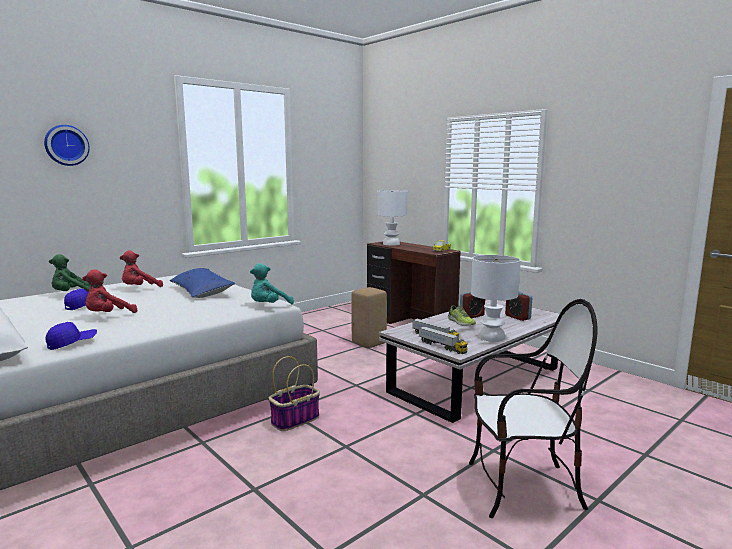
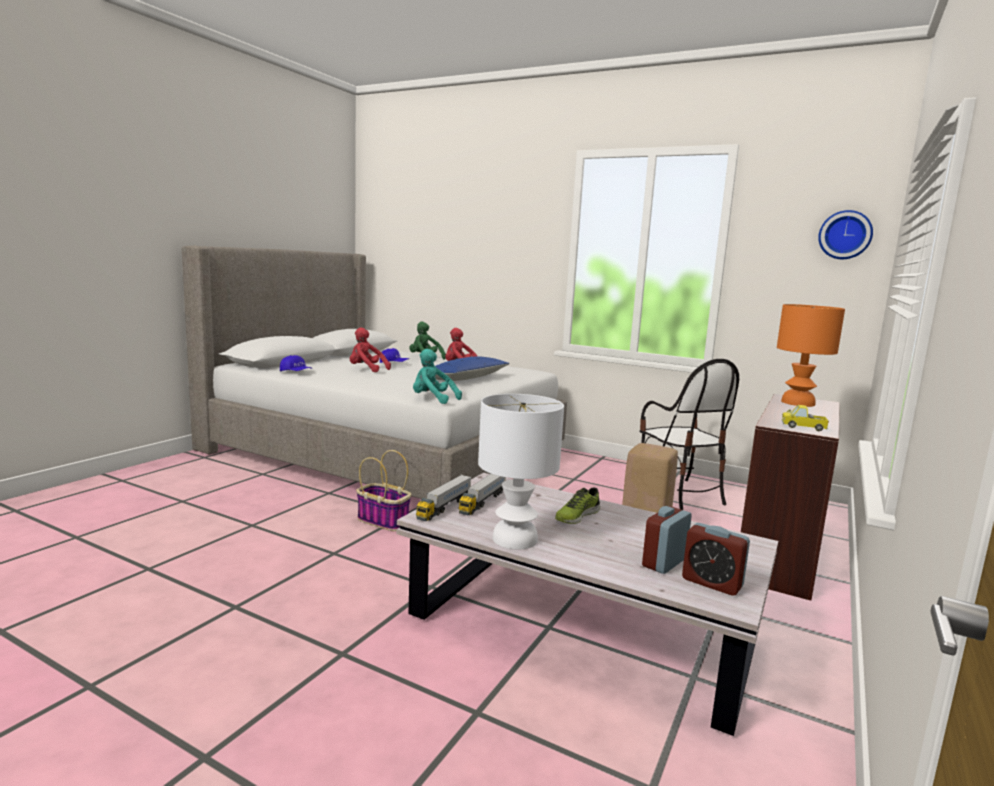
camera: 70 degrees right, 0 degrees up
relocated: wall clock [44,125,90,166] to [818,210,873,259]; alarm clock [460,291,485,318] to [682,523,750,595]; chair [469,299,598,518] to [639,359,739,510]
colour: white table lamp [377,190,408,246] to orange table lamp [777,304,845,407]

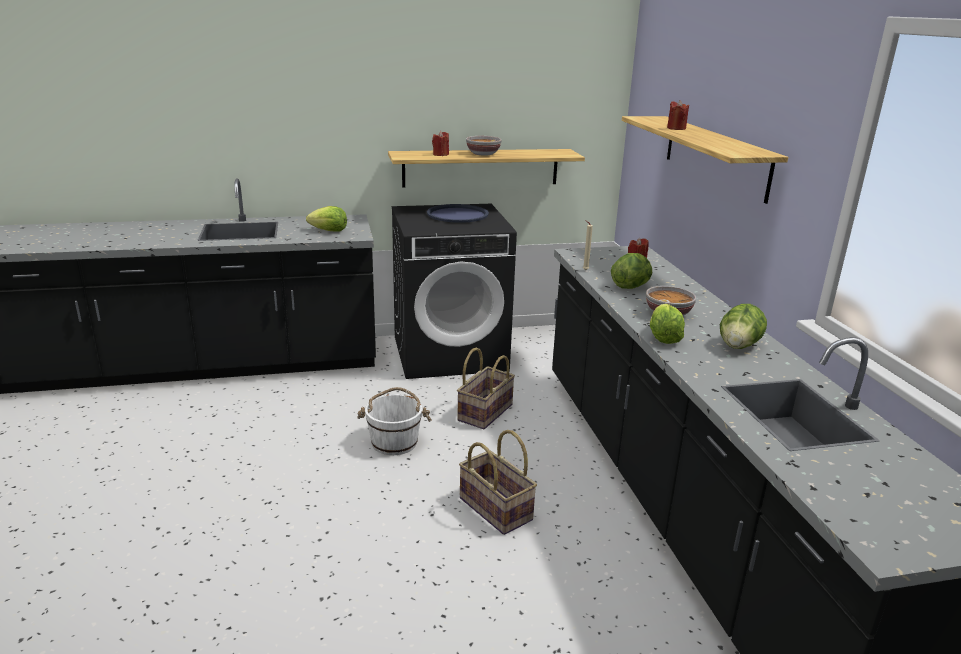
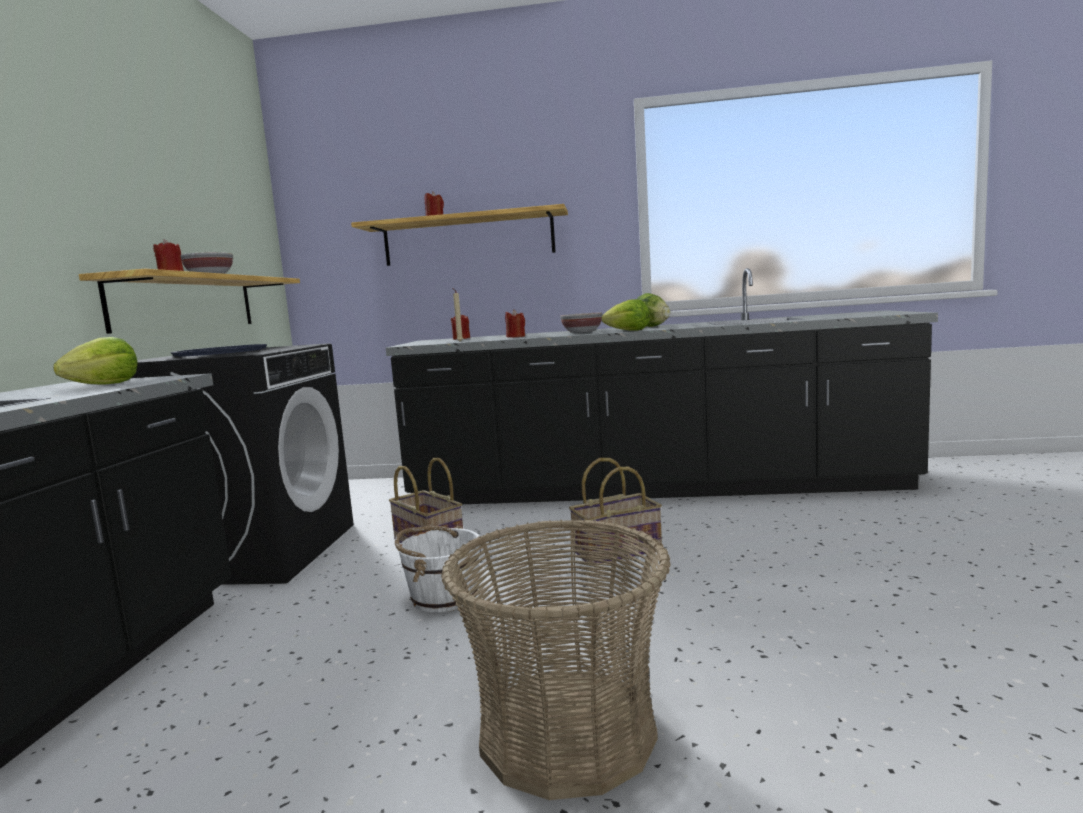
camera: 70 degrees left, 15 degrees down
appeared: basket [441,519,670,800]
exchanged: lettuce [611,253,652,289] to red candle [505,309,525,337]

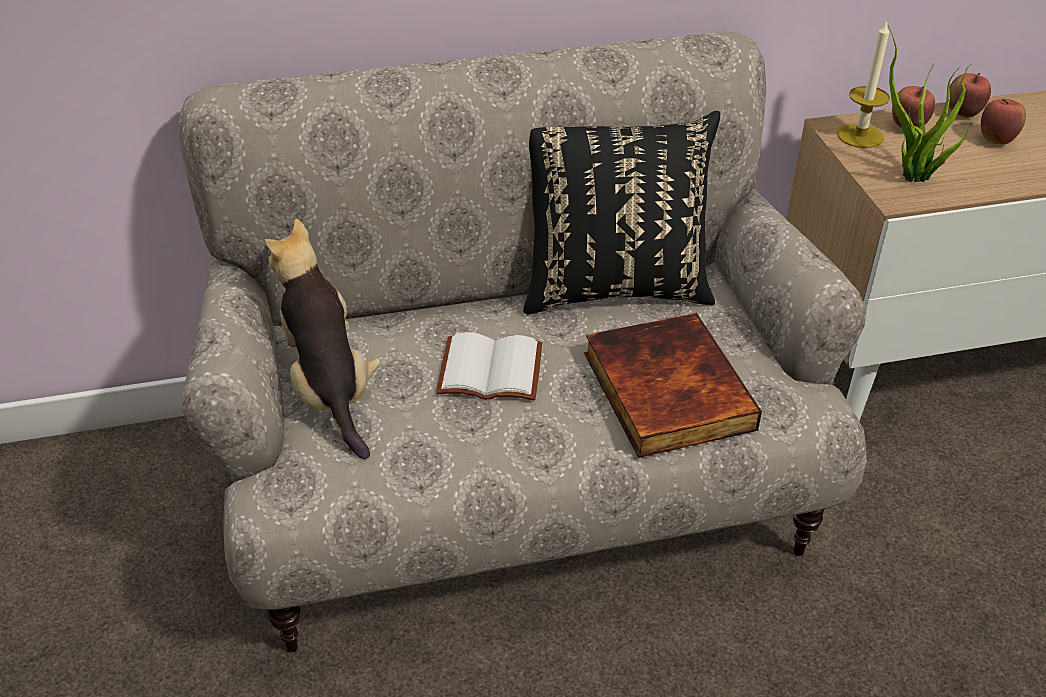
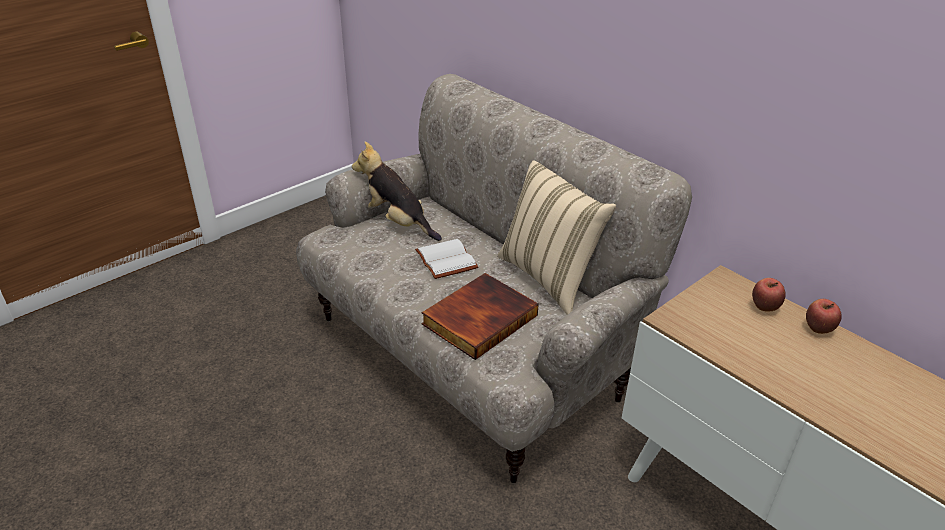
camera: 60 degrees right, 5 degrees down
missing: candle [837,20,890,148]; potted plant [888,25,972,182]; apple [981,98,1026,144]
colour: black pillow [523,111,720,315] to beige pillow [498,160,616,315]
spun: plush toy [265,219,381,459] = [352,142,442,241] 90 degrees counterclockwise

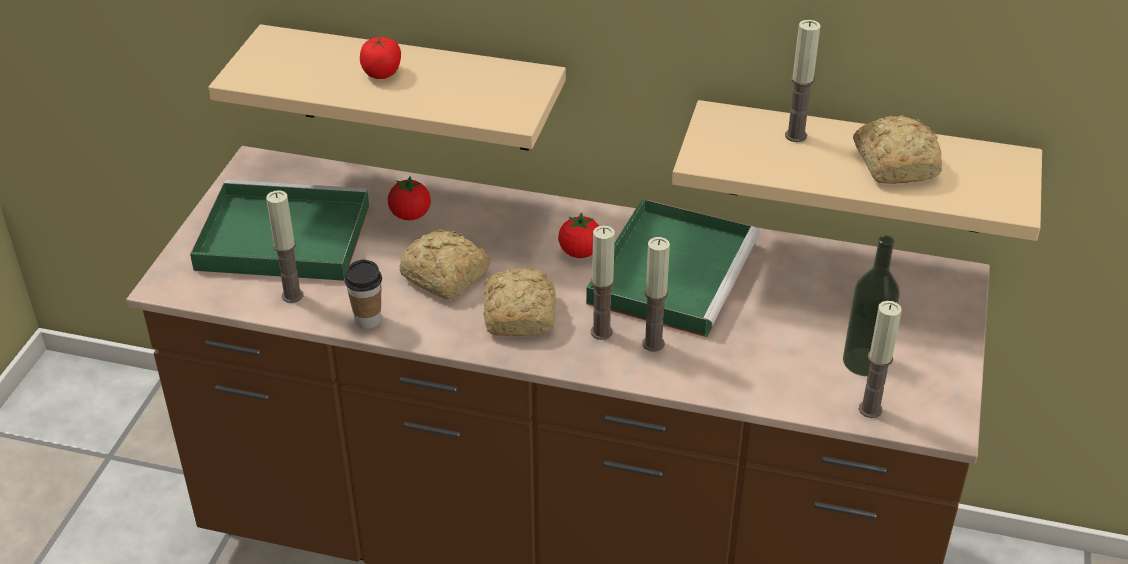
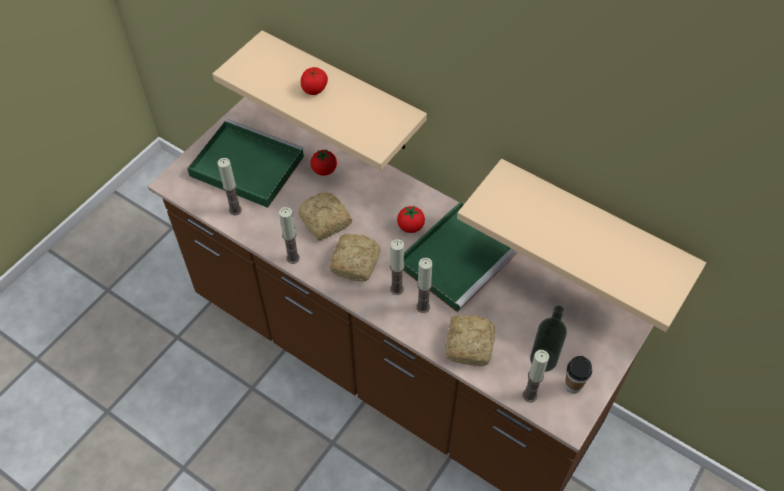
camera: 20 degrees right, 15 degrees up
relocated: candle [785,20,821,142] to [279,207,300,264]; bread [853,115,942,184] to [445,315,495,366]; cup [345,259,382,329] to [565,356,592,394]

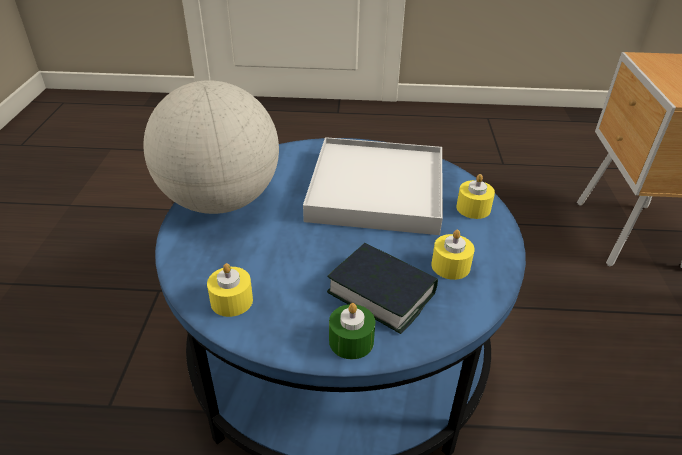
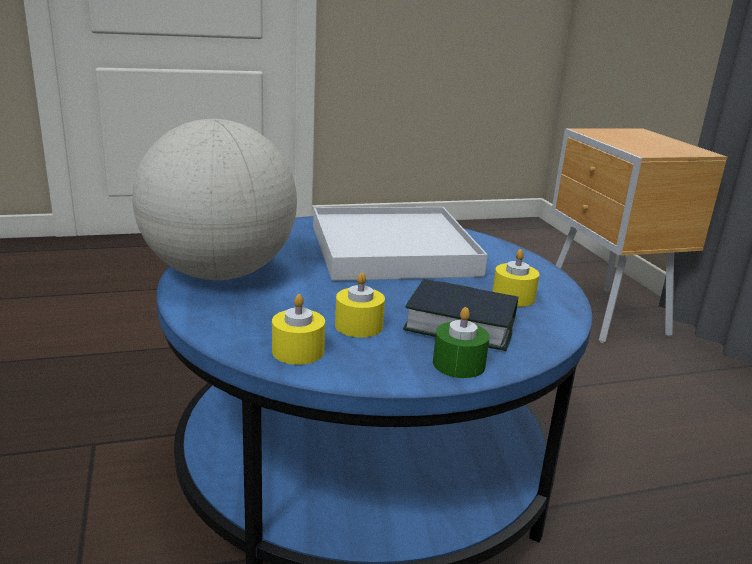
camera: 20 degrees left, 15 degrees down
relocated: yellow candle [456,174,495,219] to [335,273,385,337]

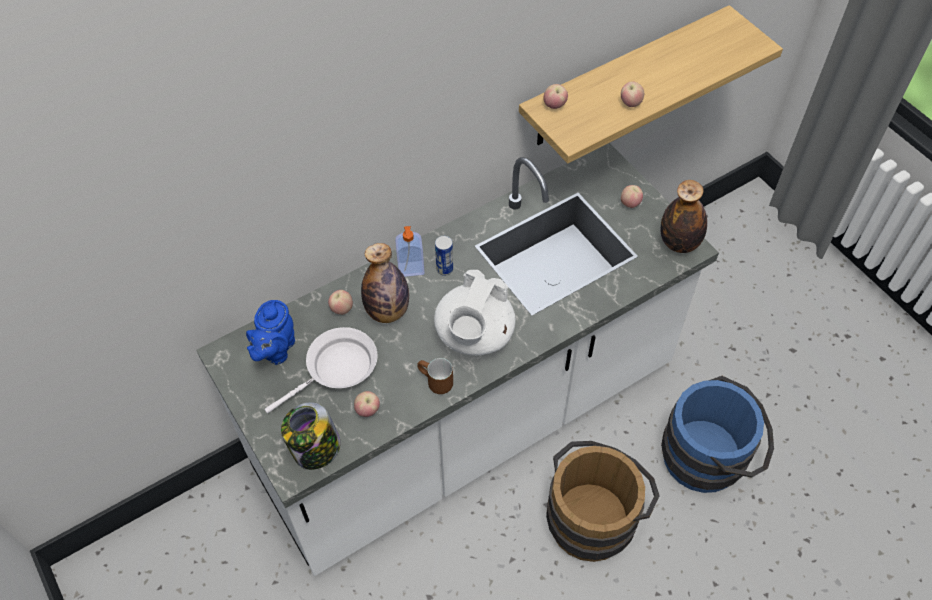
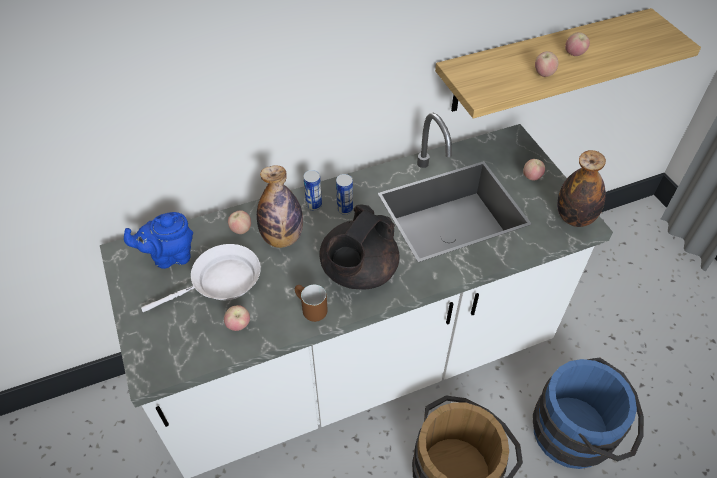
camera: 10 degrees right, 5 degrees down
missing: jar [281,402,341,470]
relocated: apple [543,84,568,109] to [565,32,590,56]
exchanged: soap dispenser [395,226,425,277] to can [303,170,322,211]
colour: white teapot [434,270,516,356] to black teapot [319,204,400,290]
spun: blue teapot [246,300,295,365] = [124,212,193,269] 45 degrees clockwise

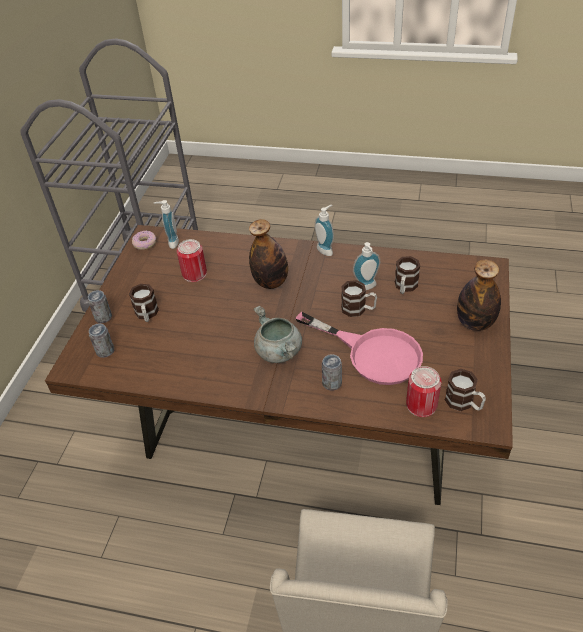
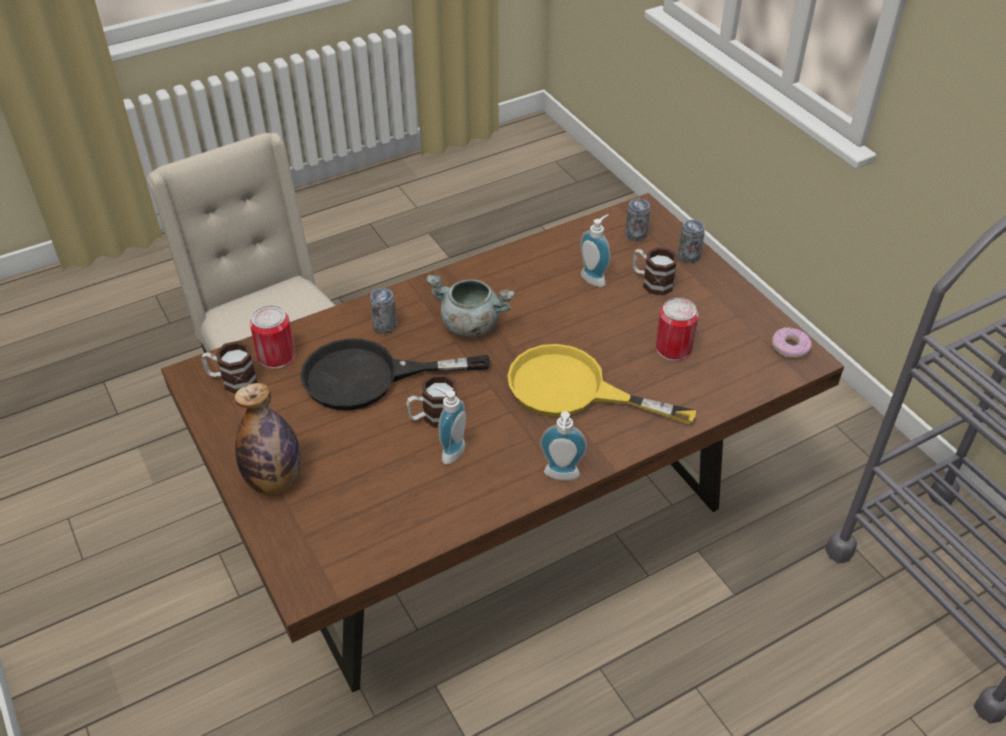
camera: 135 degrees right, 0 degrees up
missing: mug [395,256,420,294]
relocated: soap dispenser [154,200,179,249] to [580,214,611,287]
exchanged: bottle [249,219,288,289] to yellow frying pan [507,344,696,425]
colour: pink frying pan [295,312,423,385] to black frying pan [300,338,490,410]

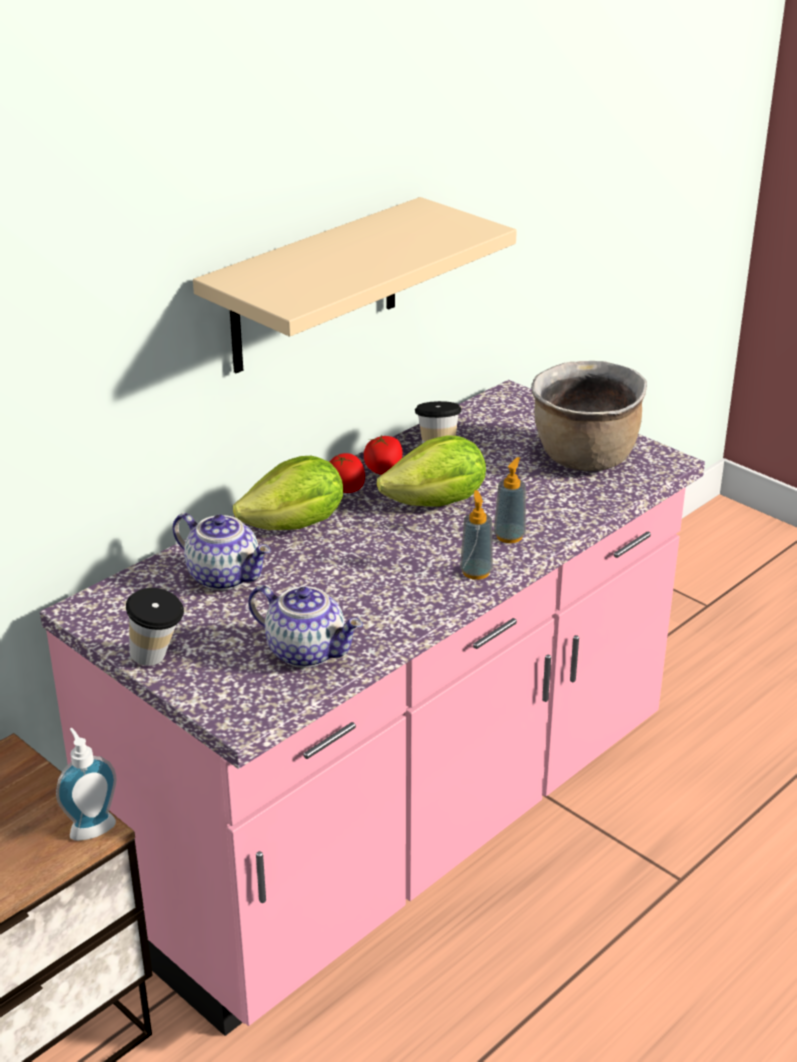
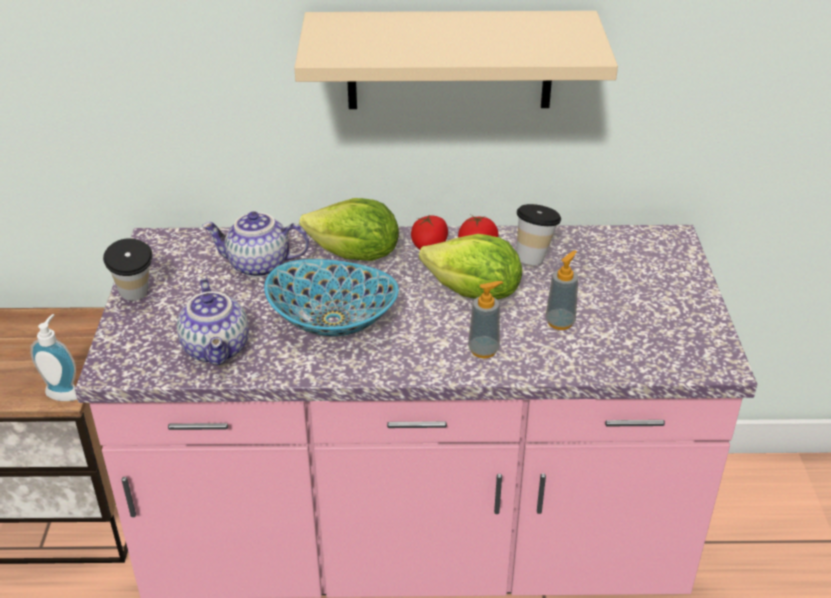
camera: 45 degrees right, 5 degrees up
missing: brown cooking pot [531,361,647,471]
appeared: bowl [264,259,399,336]
relocated: soap dispenser [460,490,493,580] to [546,250,578,330]
spun: teapot [172,513,271,591] = [202,211,309,278] 105 degrees clockwise

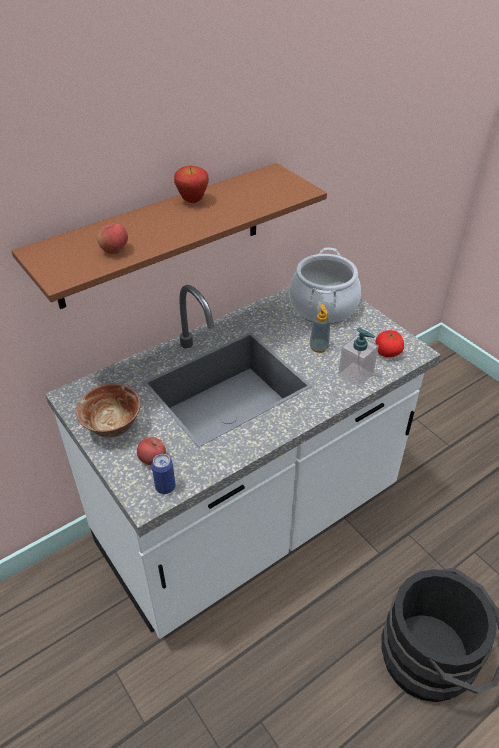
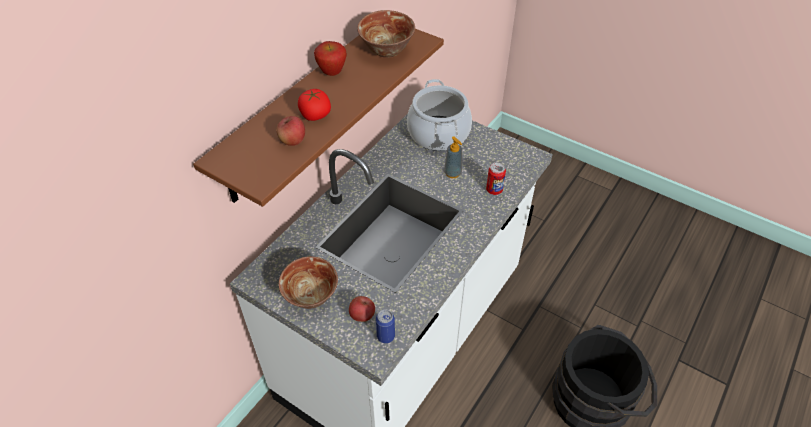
camera: 20 degrees left, 5 degrees up
appeared: bowl [357,10,415,58]
relocated: tomato [375,330,404,357] to [298,89,331,121]
exchanged: soap dispenser [338,327,379,387] to can [486,163,506,195]

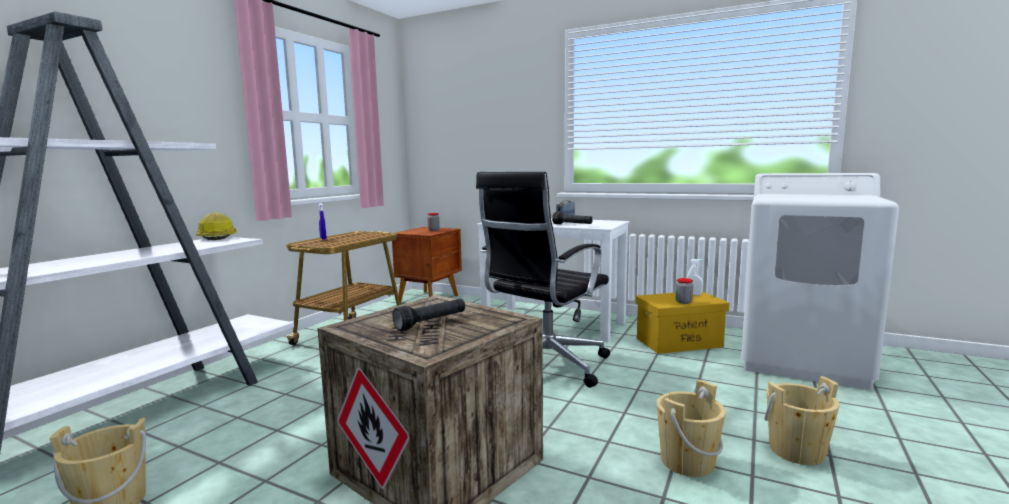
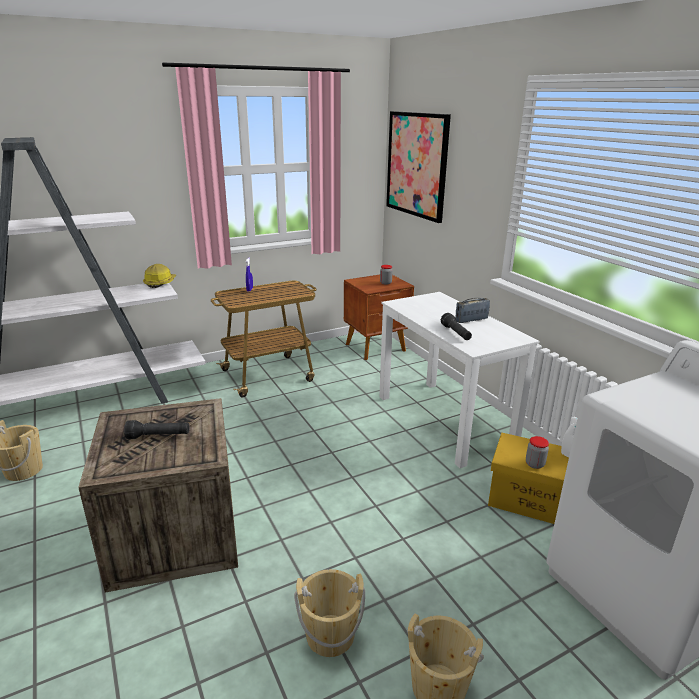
camera: 35 degrees right, 15 degrees up
missing: black office chair [476,172,610,388]
appeared: picture [386,111,451,223]

